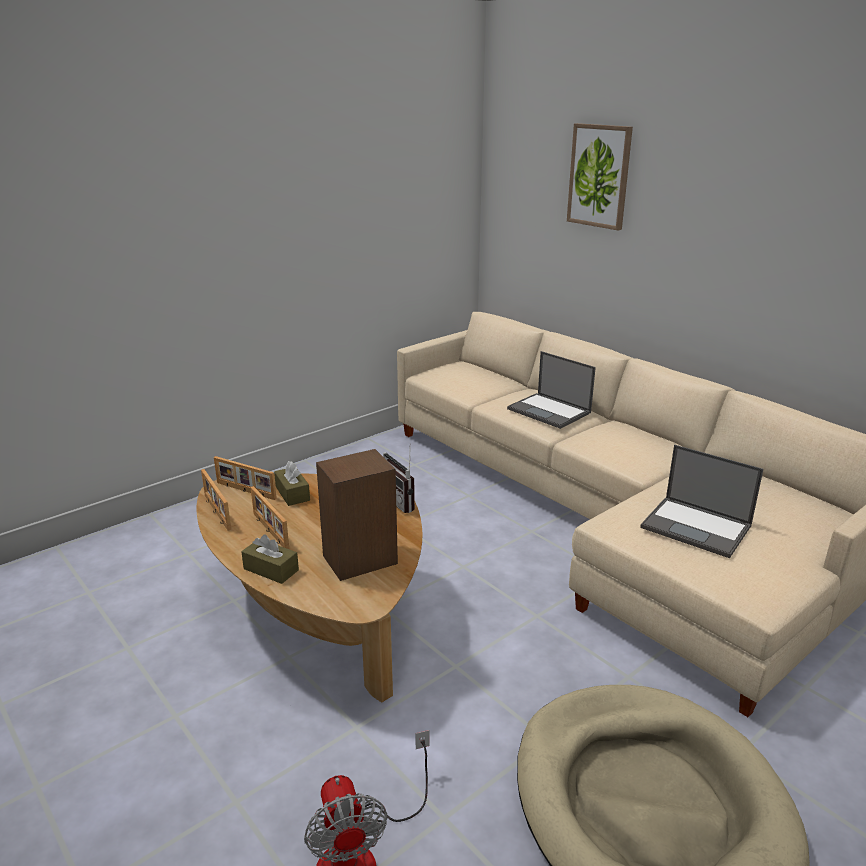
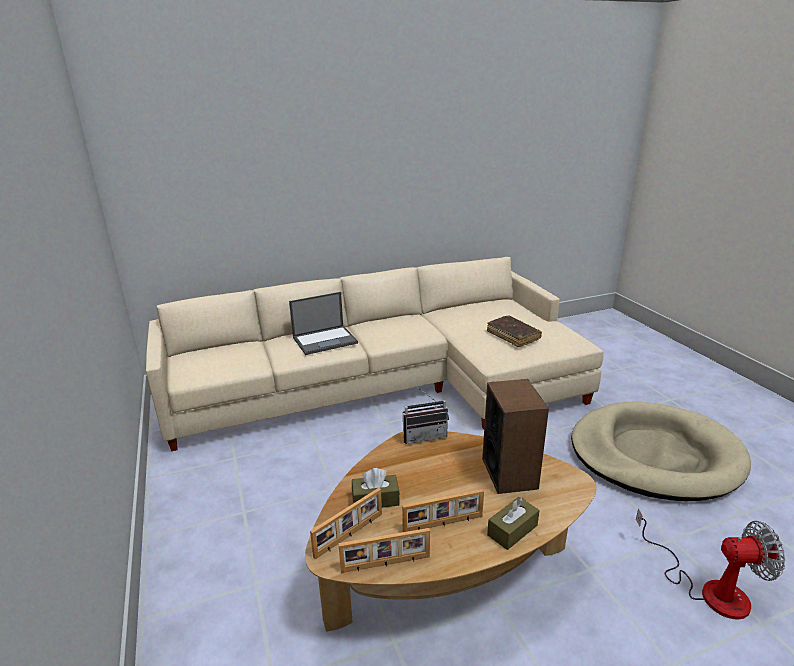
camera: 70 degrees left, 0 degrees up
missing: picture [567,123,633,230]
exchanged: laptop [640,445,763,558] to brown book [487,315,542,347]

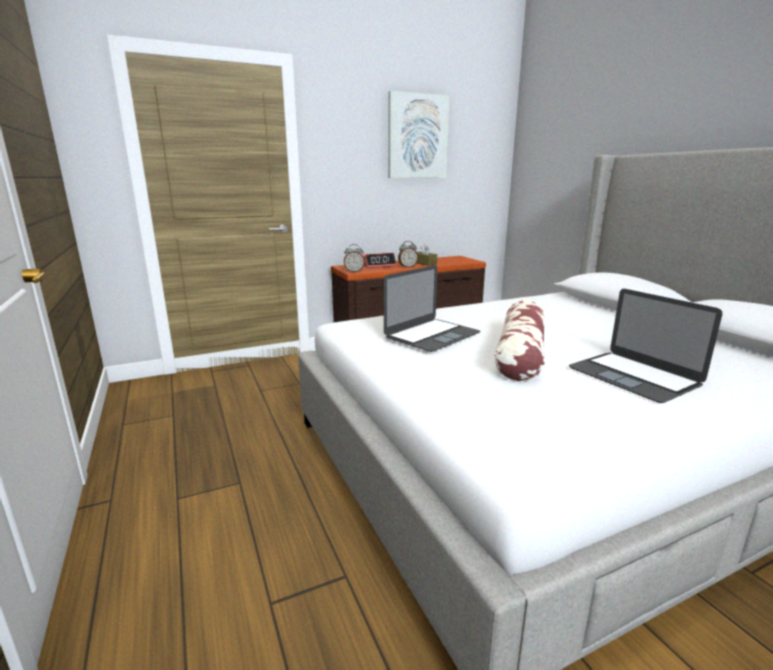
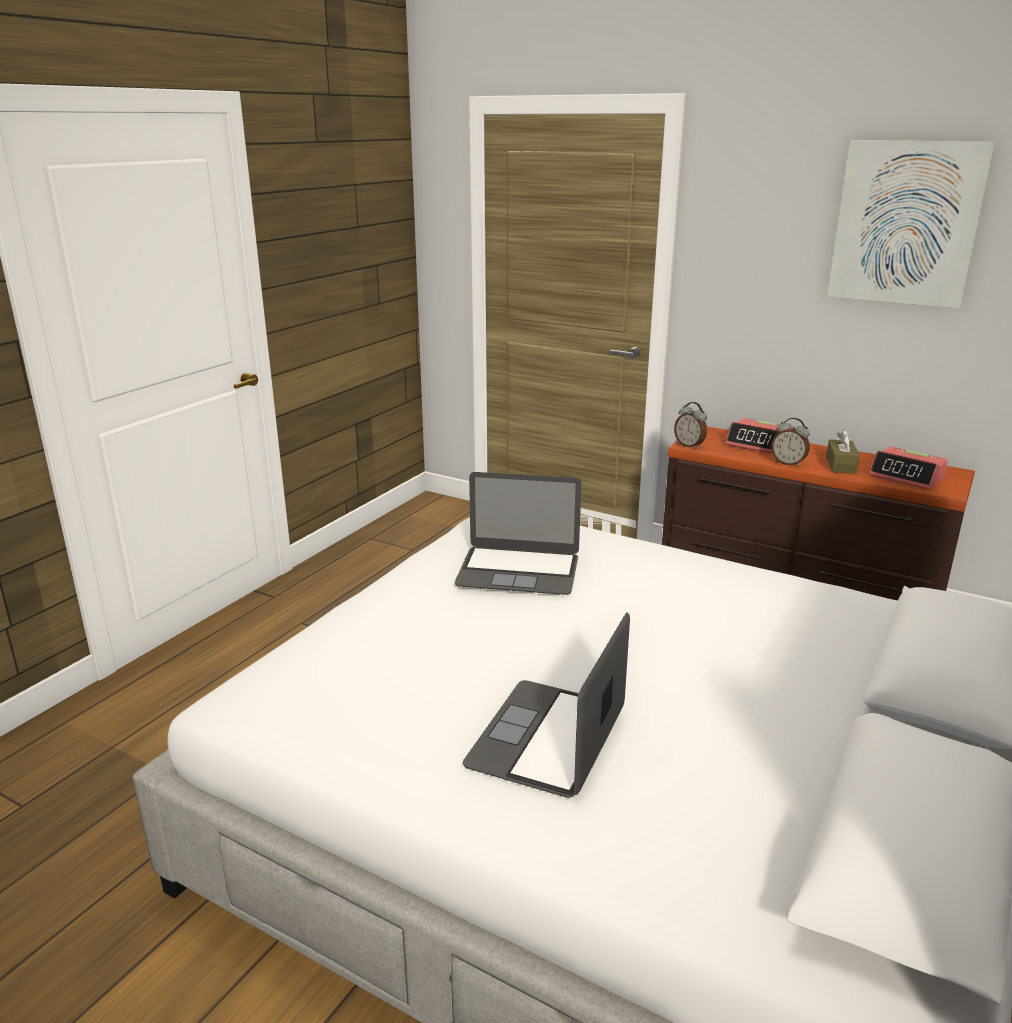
camera: 55 degrees right, 5 degrees up
missing: pillow [494,300,545,381]
appeared: alarm clock [869,446,948,490]

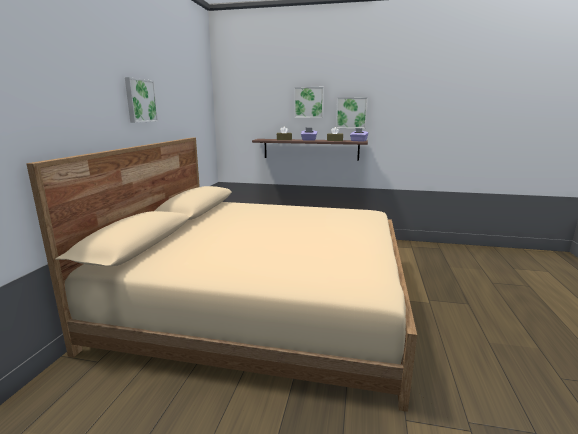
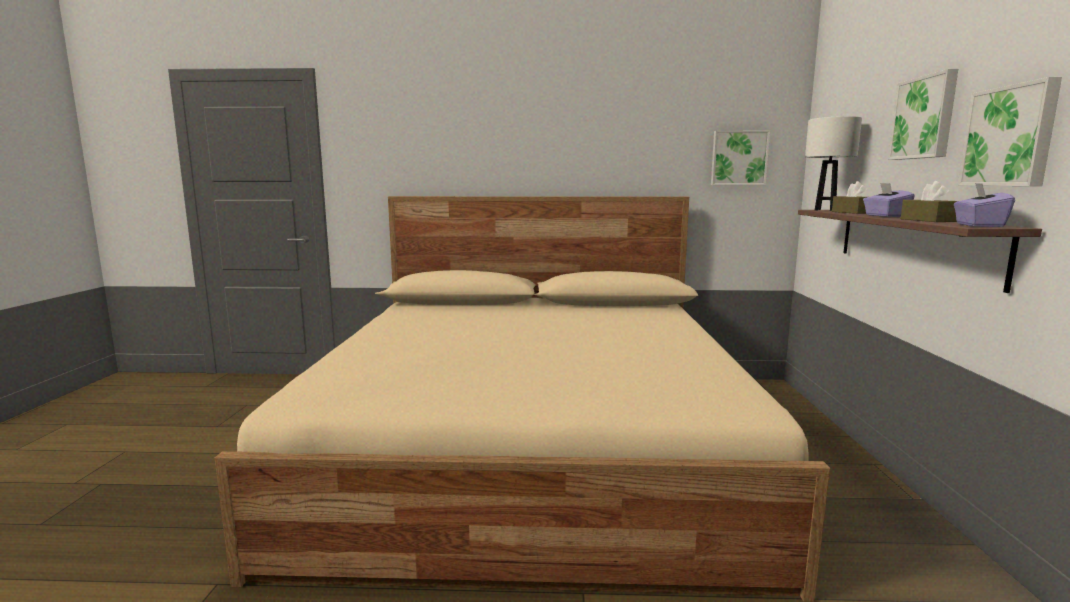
camera: 80 degrees right, 5 degrees down
appeared: white table lamp [805,116,862,211]
relocated: picture [125,77,158,123] to [711,130,770,185]

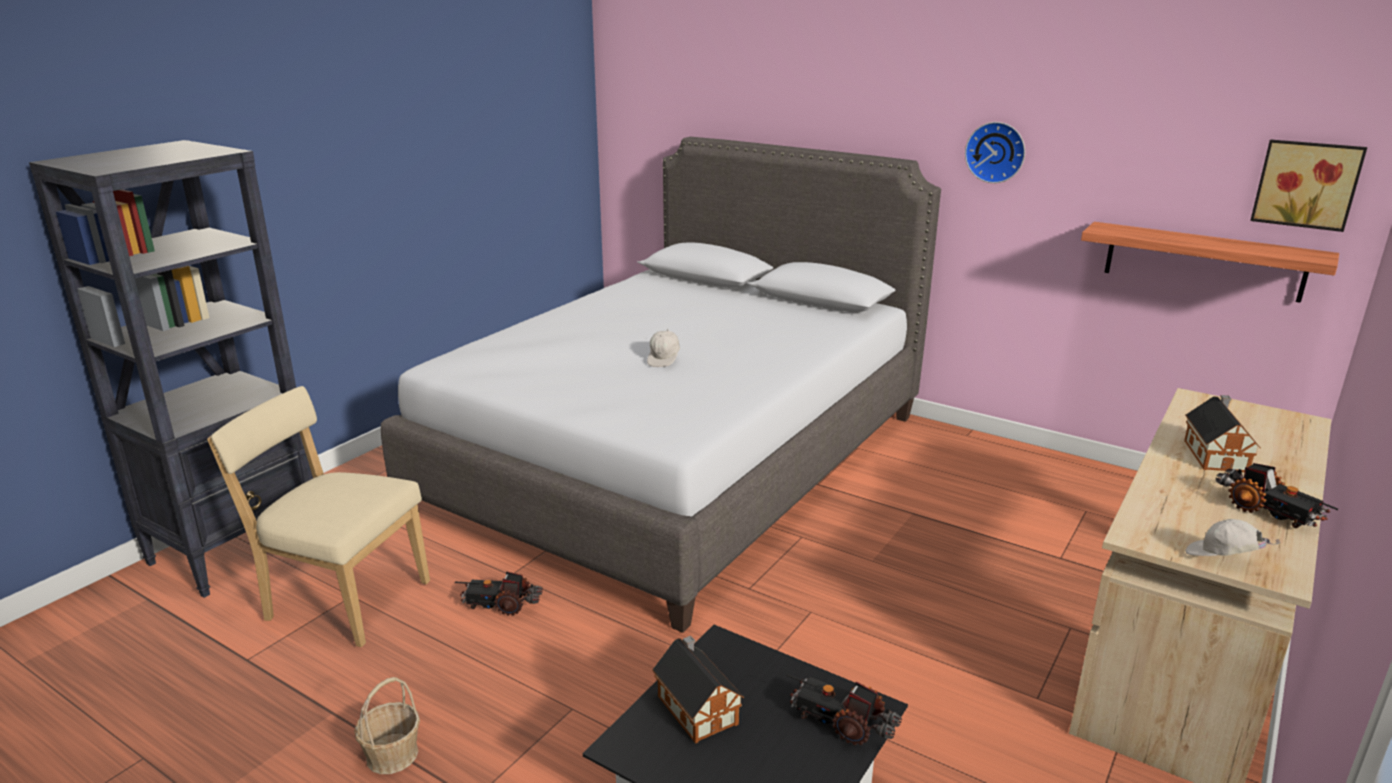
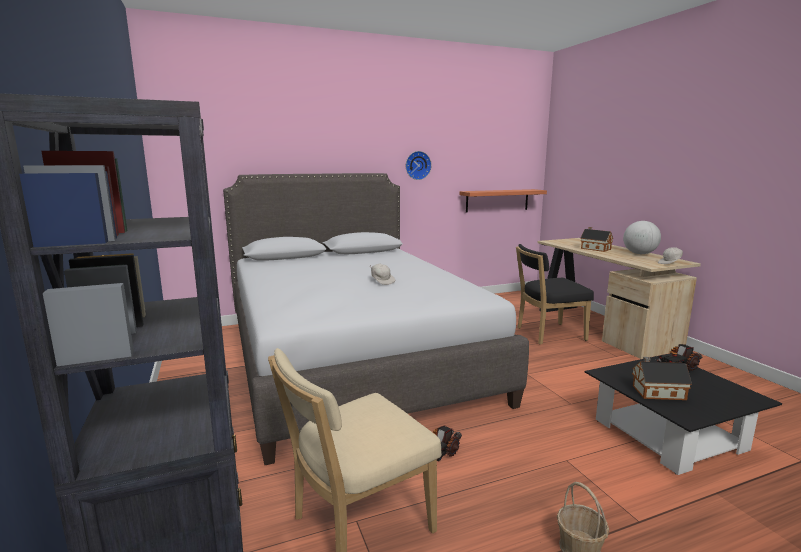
camera: 55 degrees left, 10 degrees down
missing: picture [1250,139,1367,232]
appeared: black chair [516,244,594,345]
exchanged: toy truck [1216,463,1338,528] to globe [623,221,661,254]

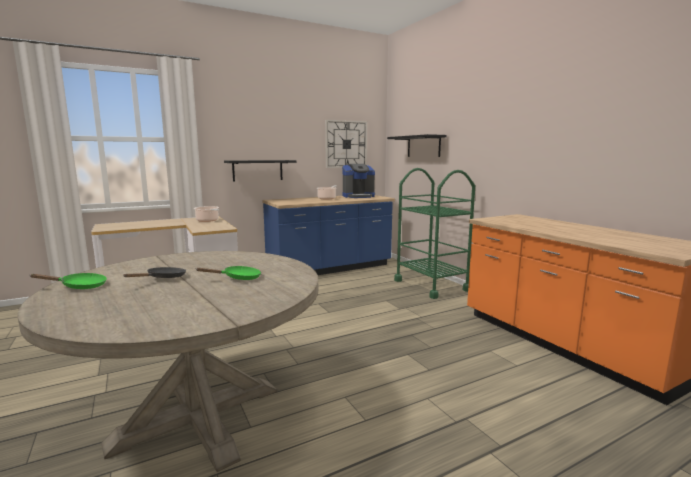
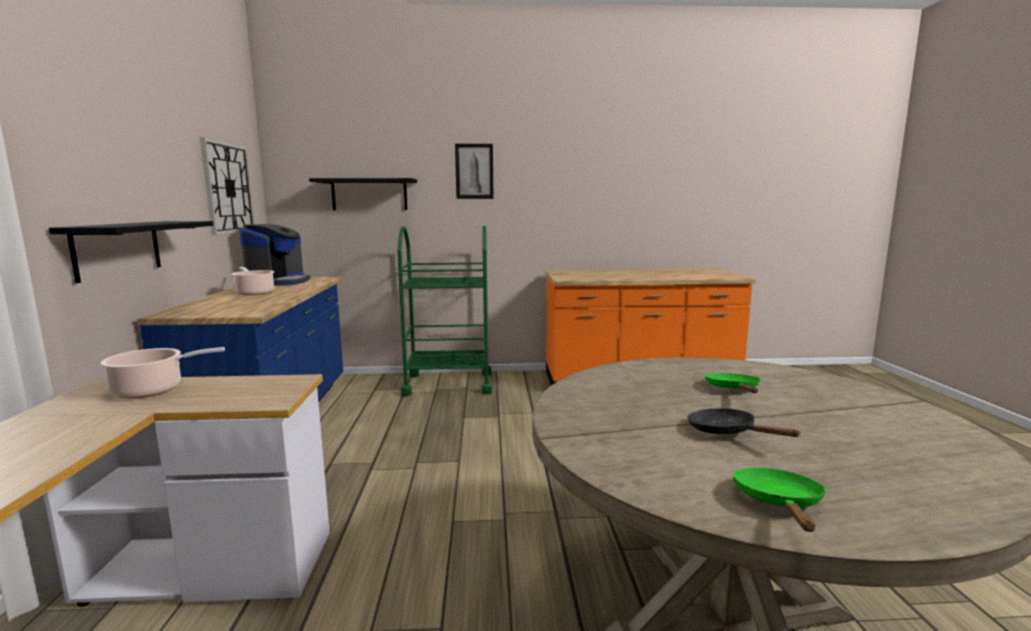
camera: 65 degrees left, 0 degrees up
appeared: picture [455,144,494,199]

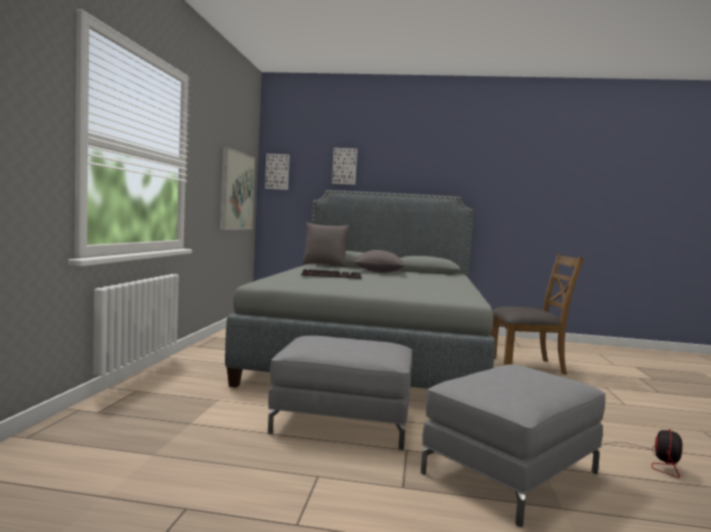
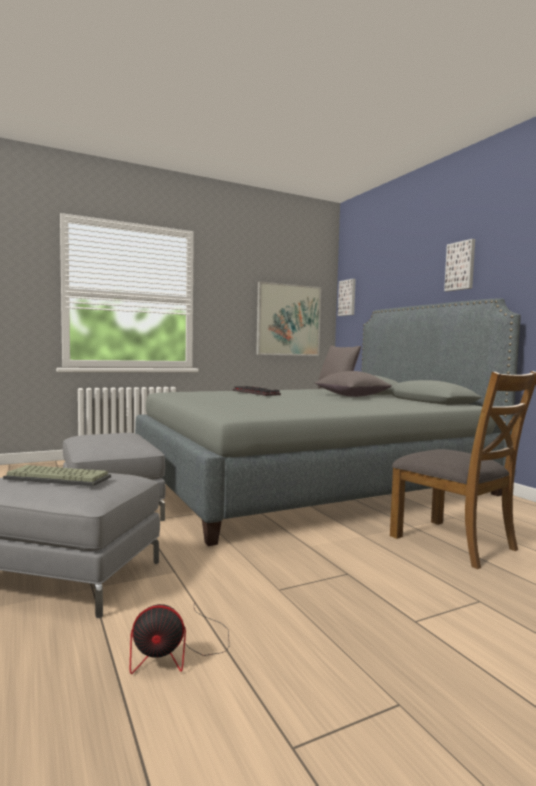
camera: 55 degrees right, 0 degrees up
appeared: keyboard [3,465,111,486]
relocated: picture [332,148,358,185] to [444,239,475,291]

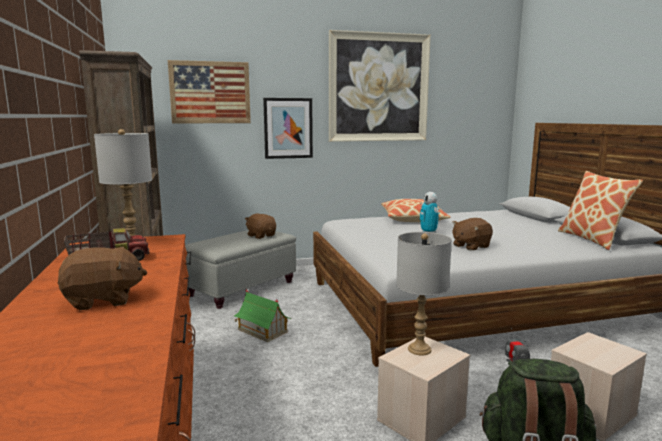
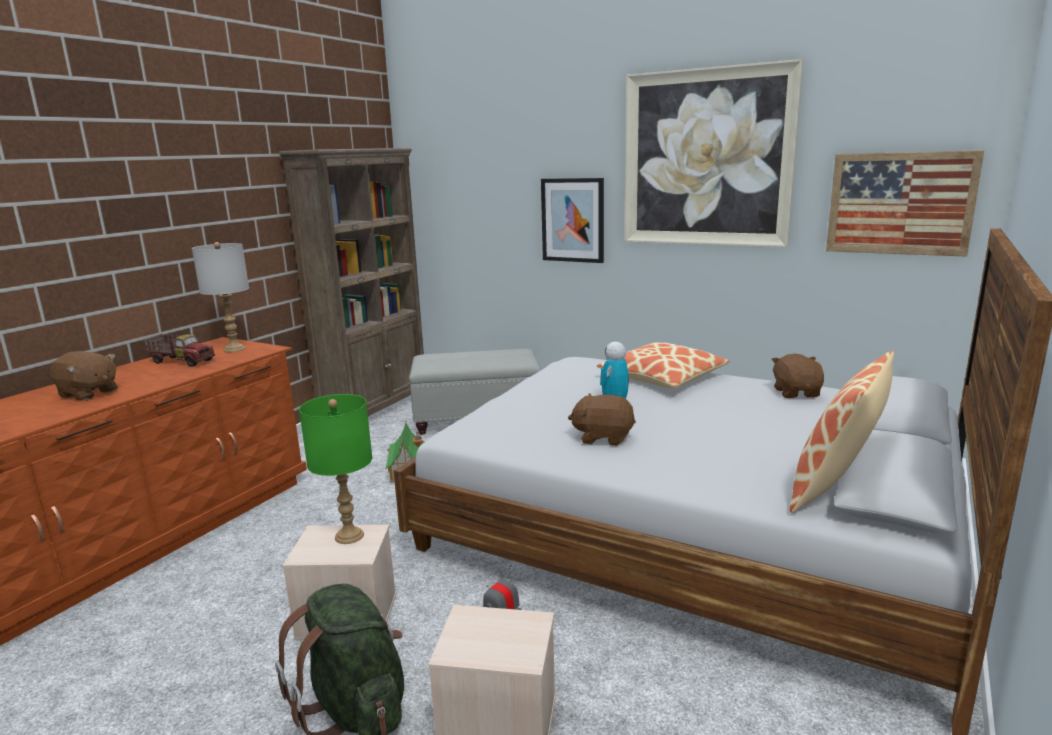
camera: 45 degrees right, 5 degrees up
relocated: picture [168,60,251,123] to [826,150,984,257]; brown plush toy [245,214,276,239] to [771,354,824,398]
colour: grey table lamp [396,232,452,355] to green table lamp [299,394,372,544]

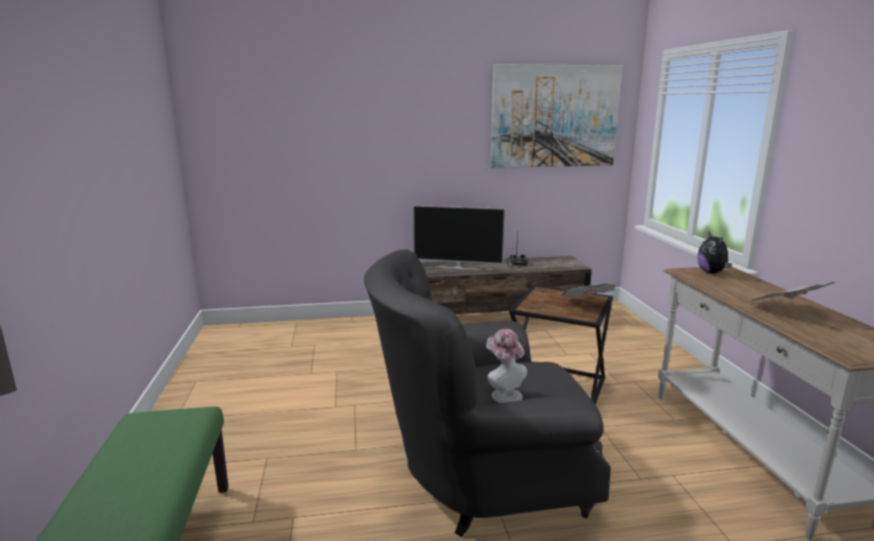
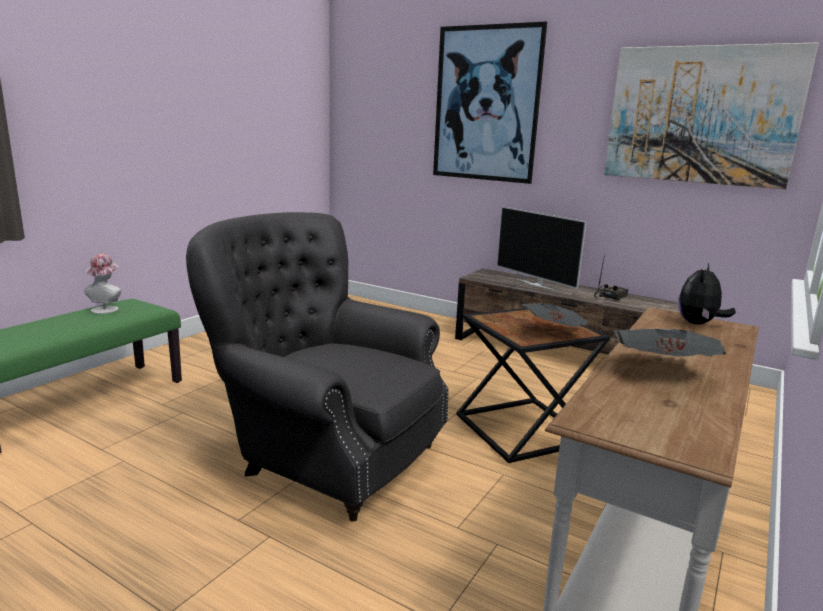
camera: 40 degrees right, 0 degrees up
appeared: picture [433,22,547,184]
relocated: hat [486,329,527,403] to [84,253,121,314]

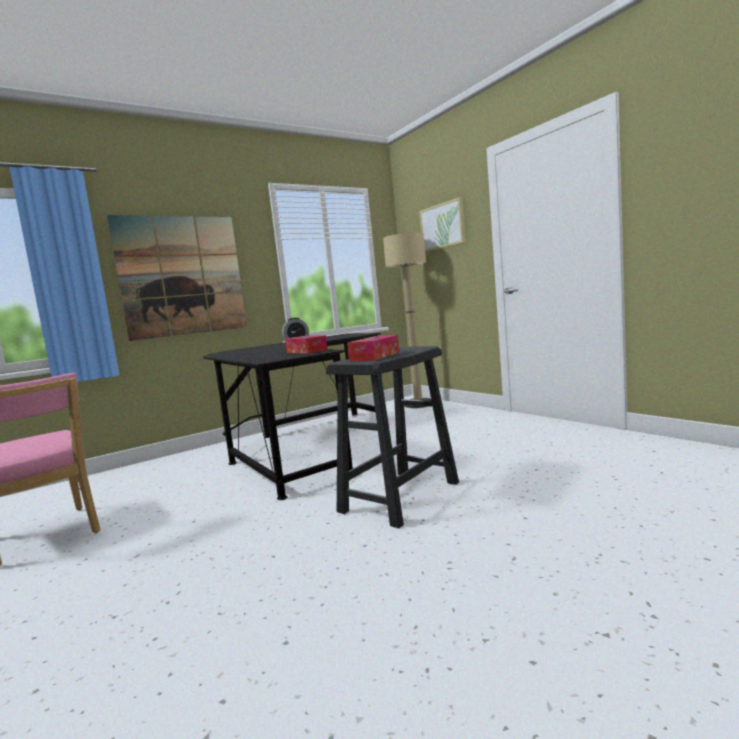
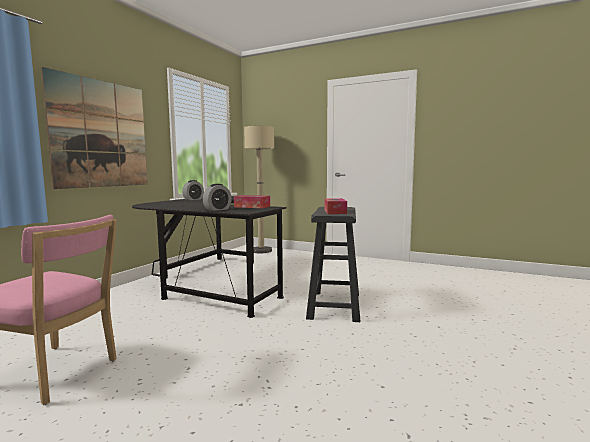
camera: 30 degrees left, 0 degrees up
missing: picture [419,197,466,252]
appeared: alarm clock [203,184,232,211]

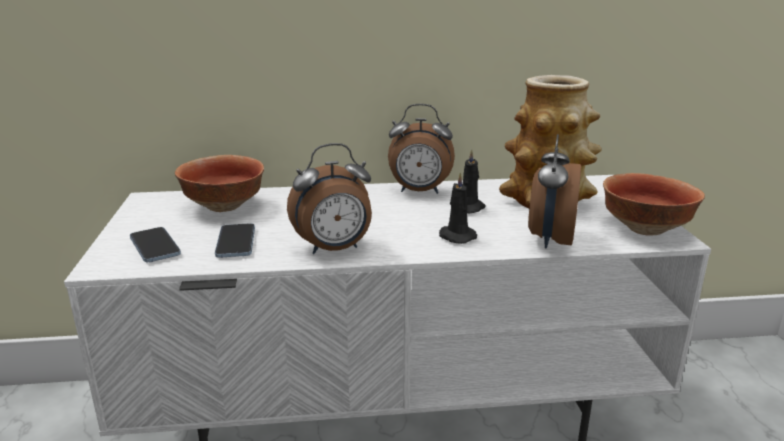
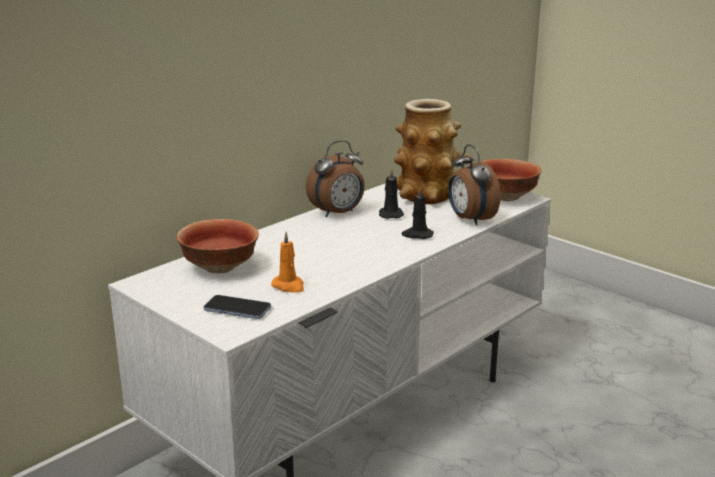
camera: 40 degrees left, 0 degrees up
missing: alarm clock [287,143,372,254]
exchanged: phone [215,223,255,258] to orange candle [271,232,304,292]

